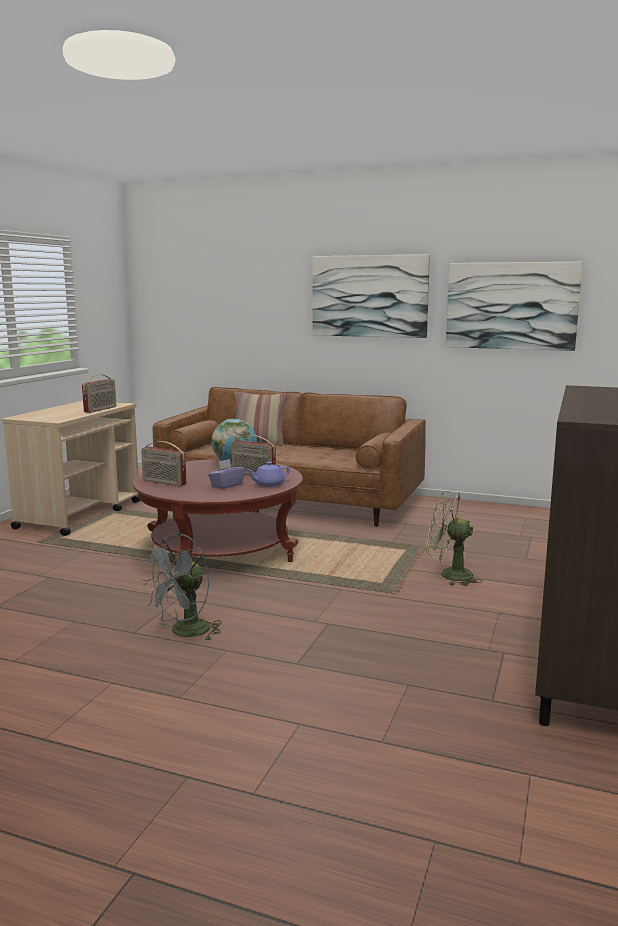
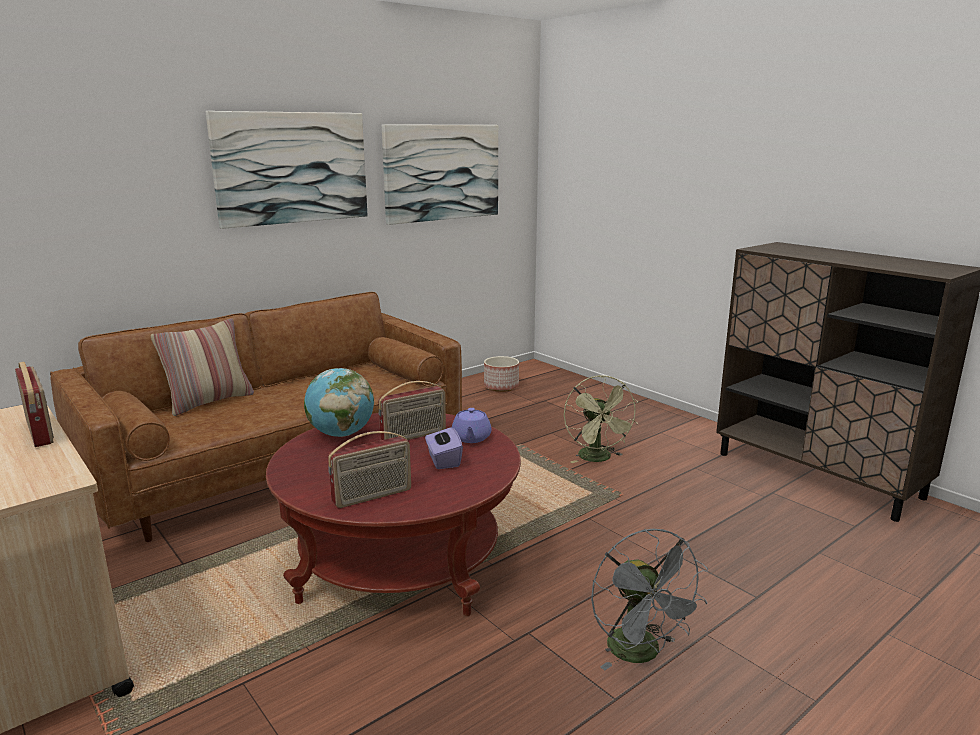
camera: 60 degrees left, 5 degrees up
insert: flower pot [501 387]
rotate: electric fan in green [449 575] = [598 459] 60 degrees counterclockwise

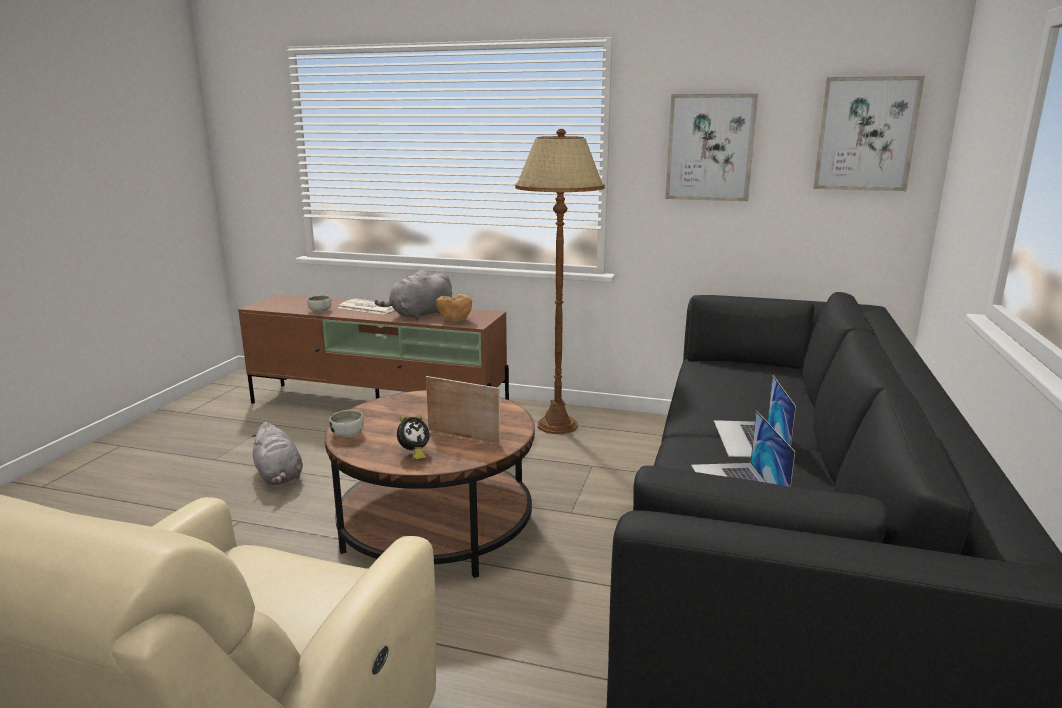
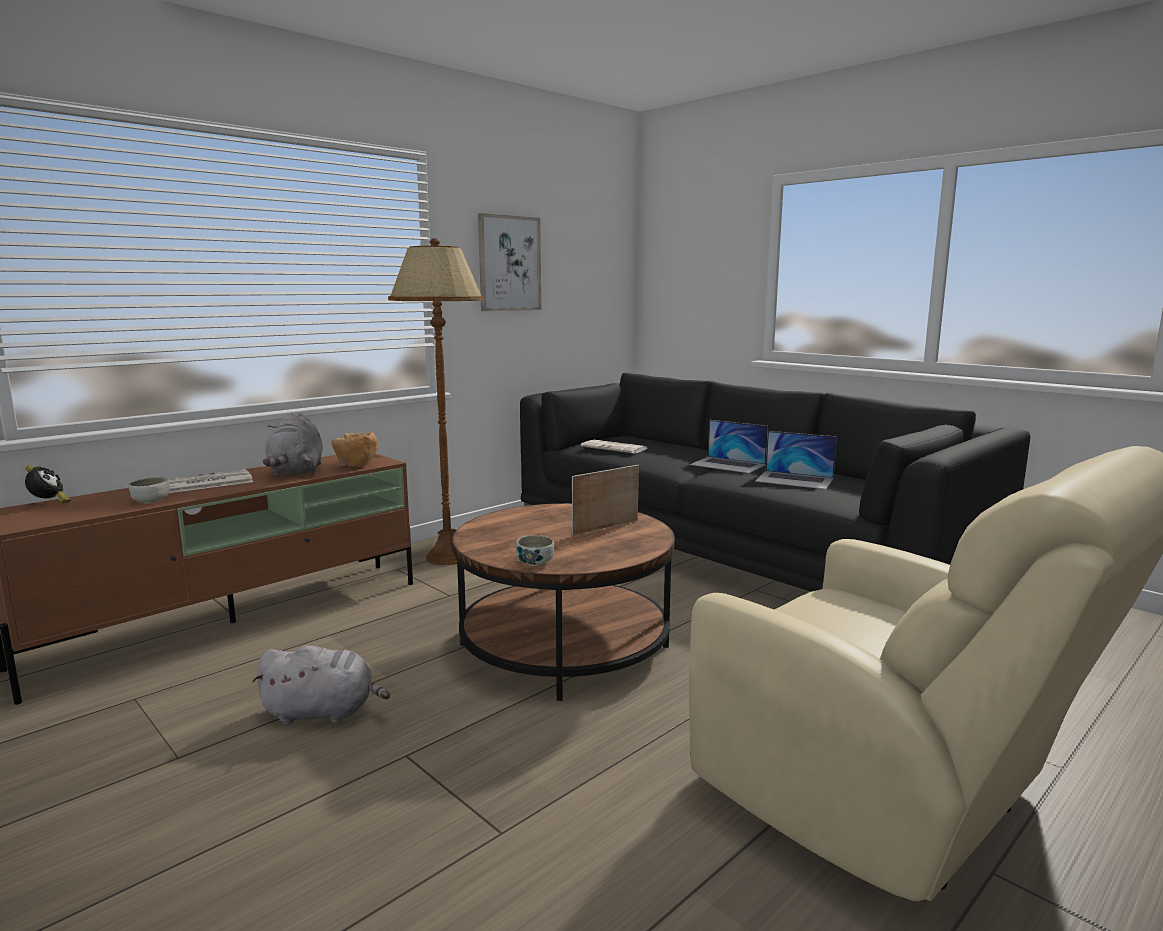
camera: 60 degrees left, 5 degrees down
delete: wall art [866 134]
insert: printed paper [615 448]
move: alarm clock [413 454] to [49 503]

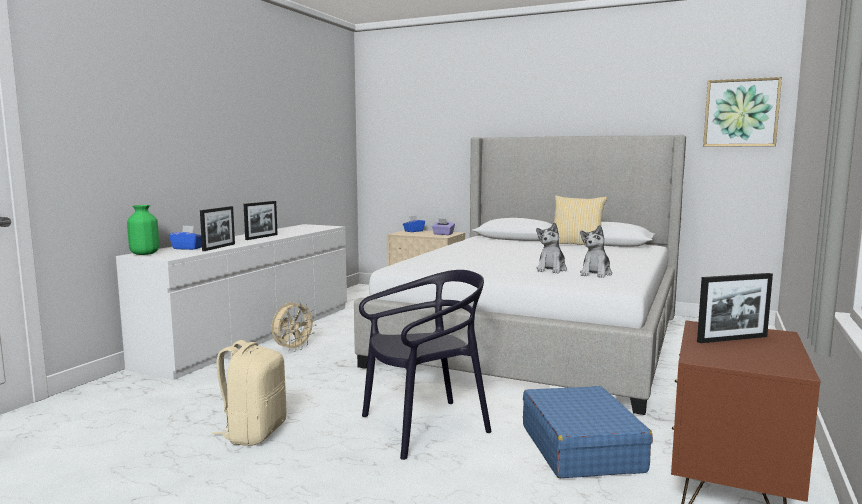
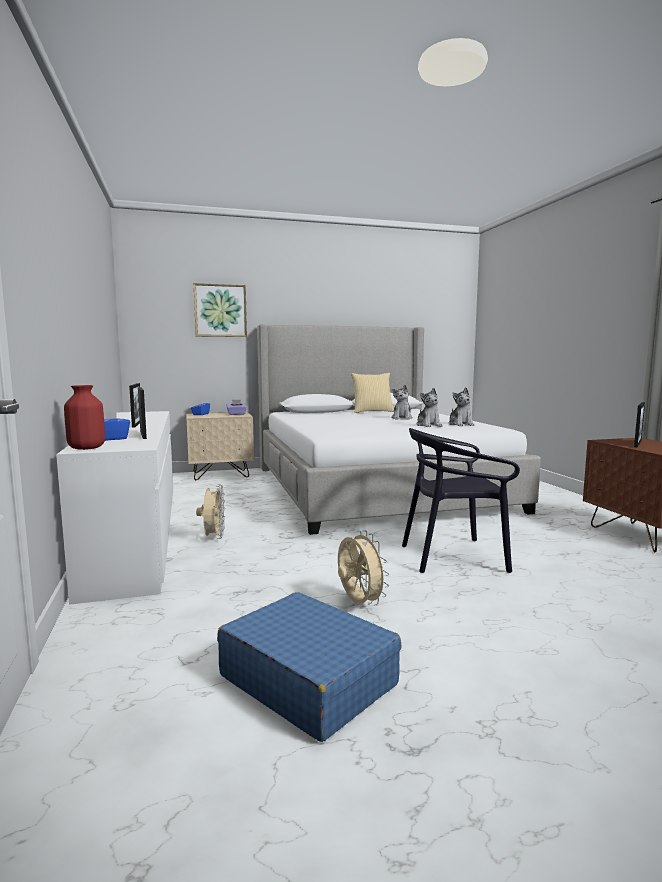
camera: 40 degrees left, 0 degrees up
insert: soft toy [402 418]
move: travel case in blue-coloured [581 448] to [307 679]; wall art [741 113] to [220 311]
replace: knapsack in sand-coloured [254 433] to electric fan in sand-coloured [358 603]
recolor: vase in green [144 254] to vase in red-coloured [86 448]
rotate: plain chair in black-coloured [424 427] = [453 557] 120 degrees counterclockwise

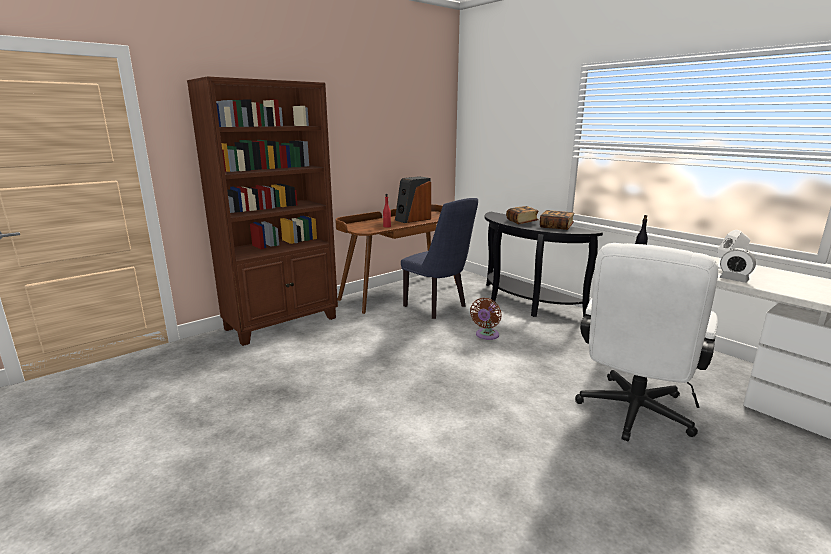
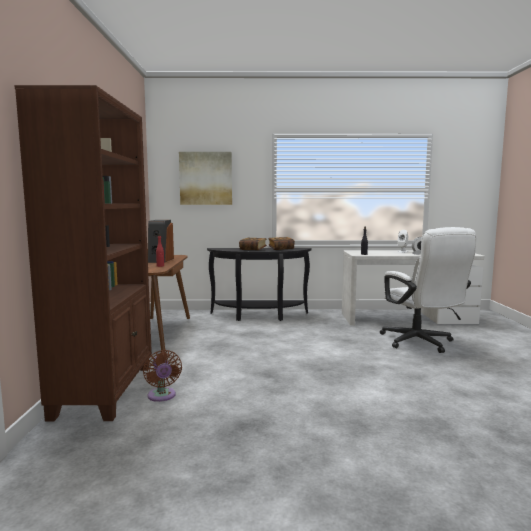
camera: 50 degrees left, 10 degrees down
delete: plain chair in blue-coloured [438 307]
insert: wall art [206 178]
move: electric fan in brown [486 335] to [162 396]

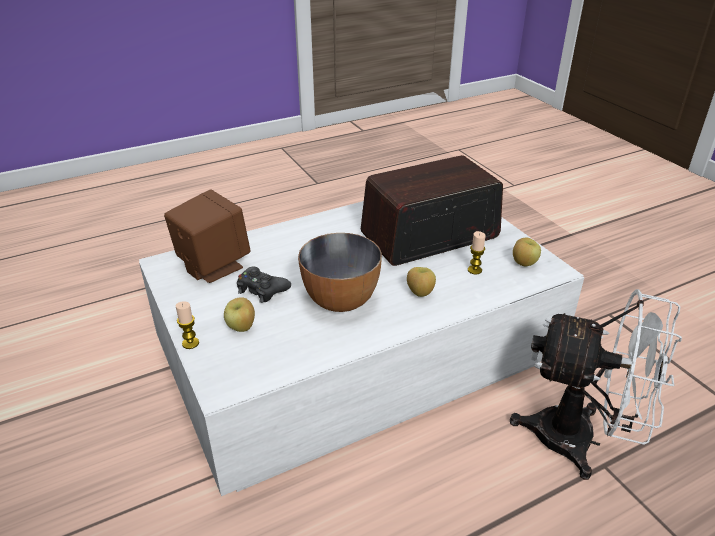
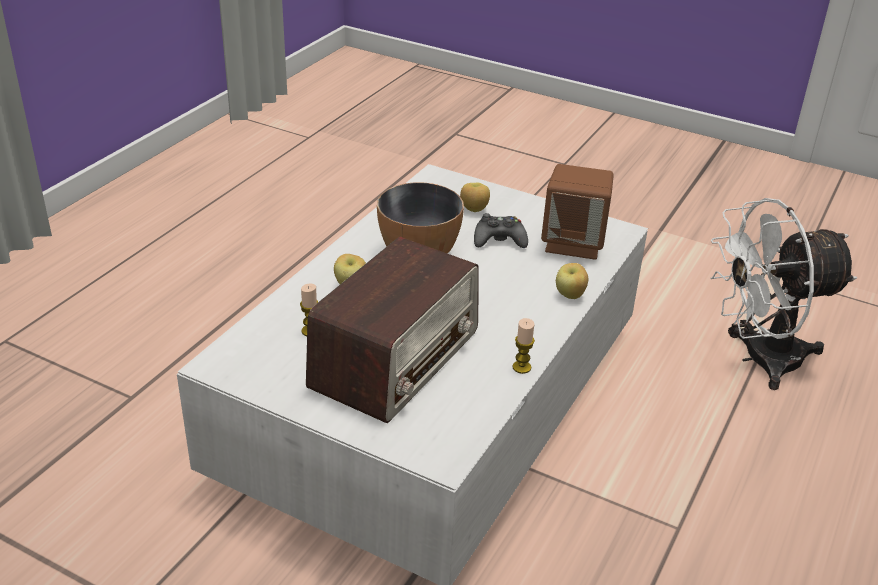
camera: 145 degrees right, 0 degrees up
move: wax candle [190 343] to [521 367]; electric fan in whitish [580 440] to [758 359]; whole apple [523 263] to [570 295]

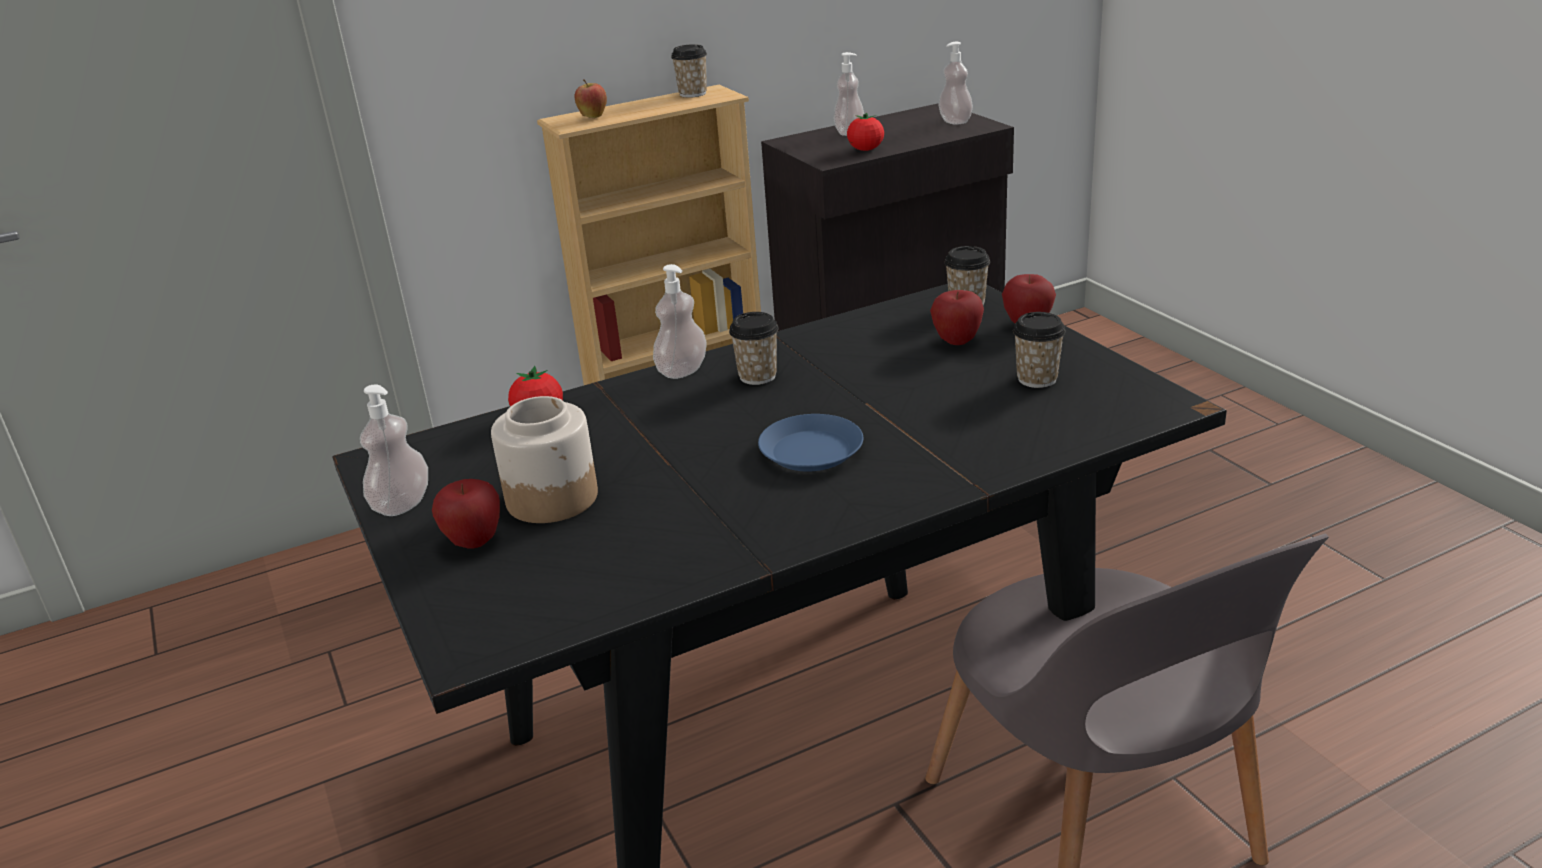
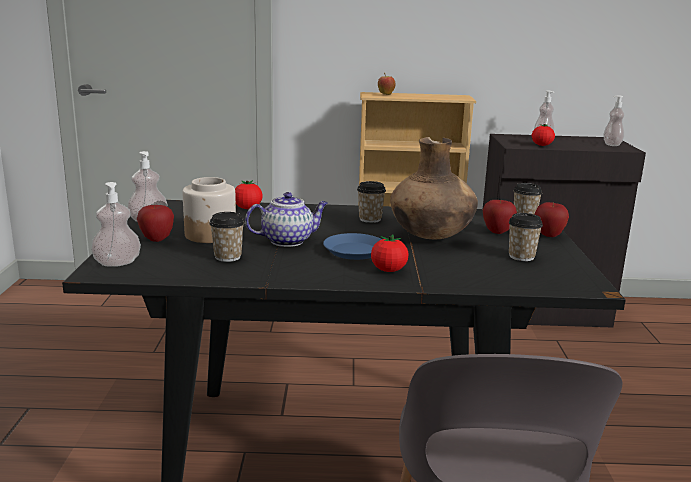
camera: 25 degrees right, 10 degrees down
insert: tea pot [288 240]; fresh tomato [388 270]; vase in brown [431 237]
move: liquid soap bottle [682 371] to [117 263]; drinking cup [693 94] to [228 257]

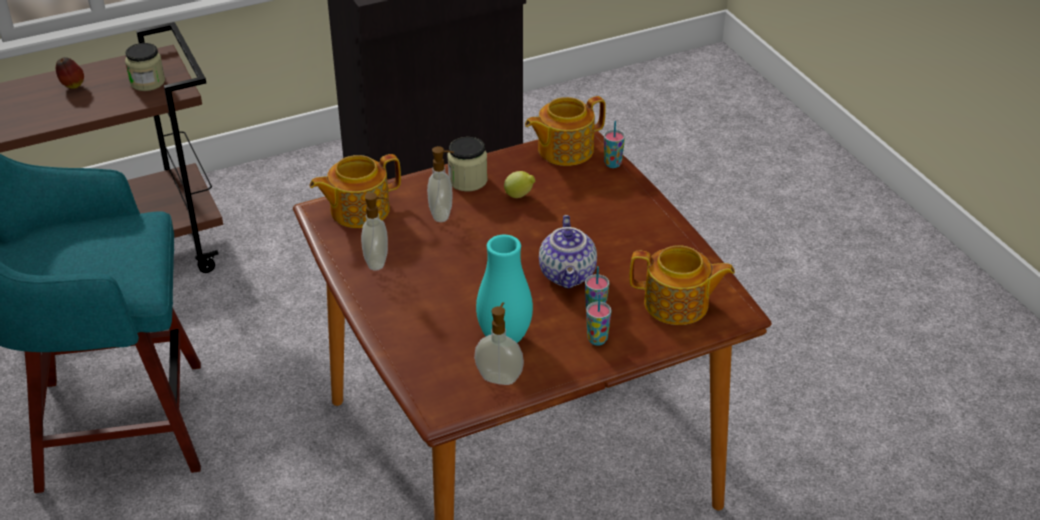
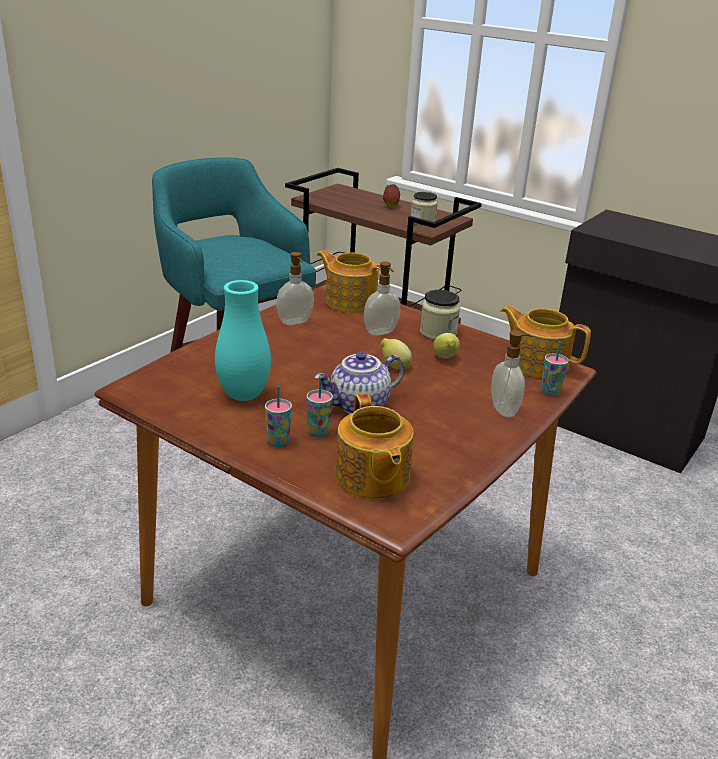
camera: 60 degrees right, 10 degrees down
insert: citrus fruit [394 366]
move: liquid soap bottle [499 377] to [505 410]

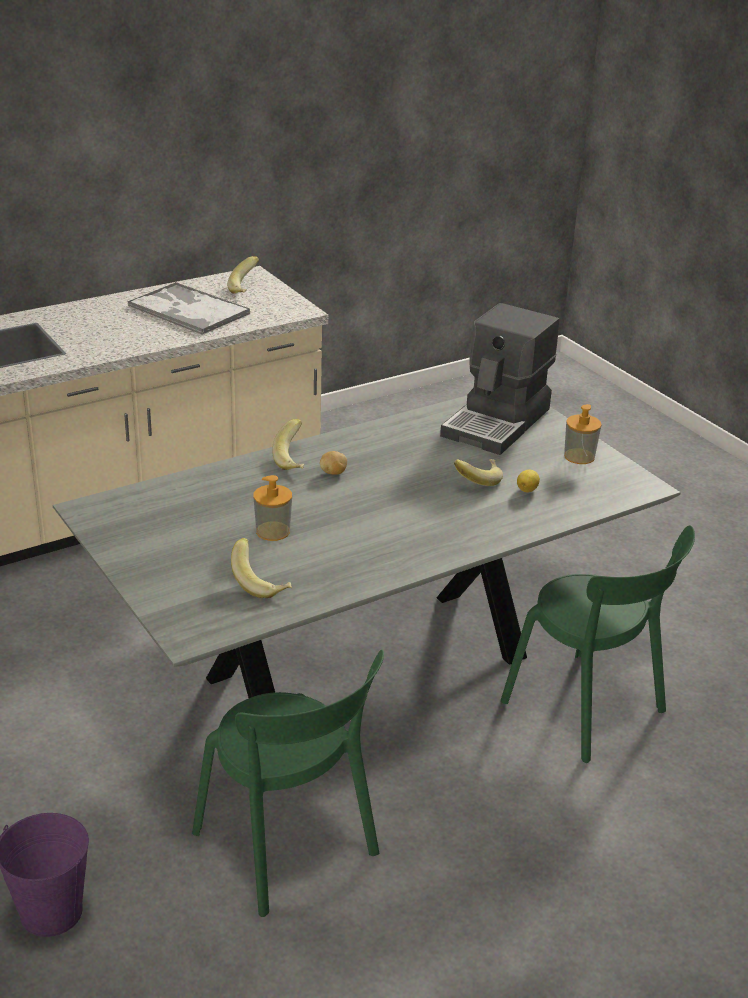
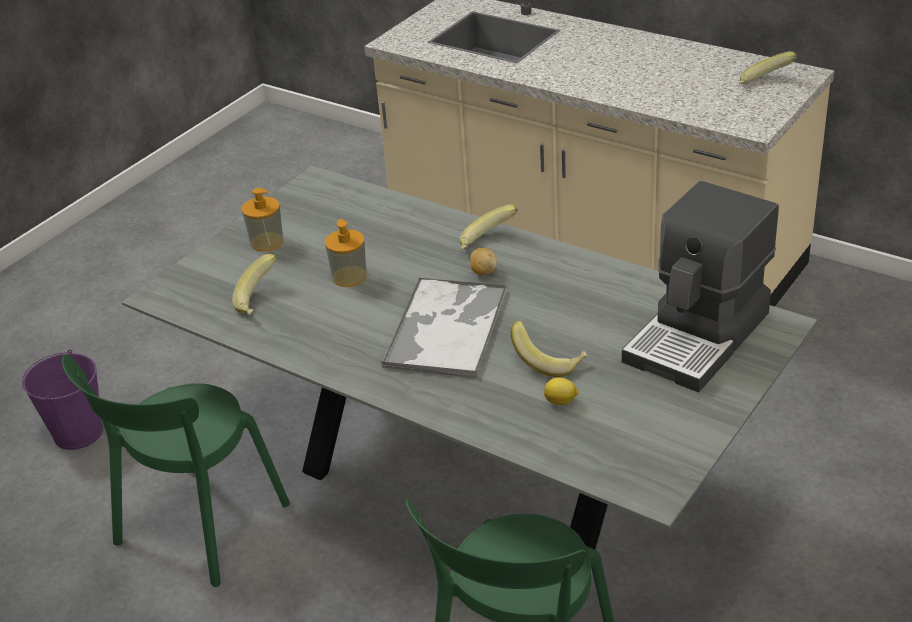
camera: 70 degrees right, 5 degrees up
move: serving tray [188 310] to [447 327]; liquid soap bottle [579 456] to [267 242]
rotate: coffee maker [498 422] = [699 337] 60 degrees counterclockwise

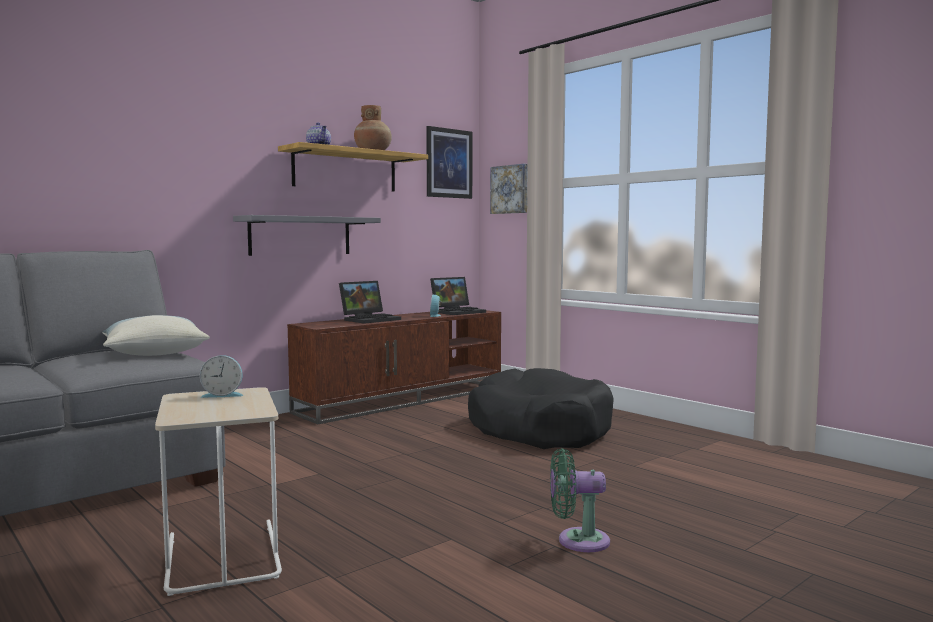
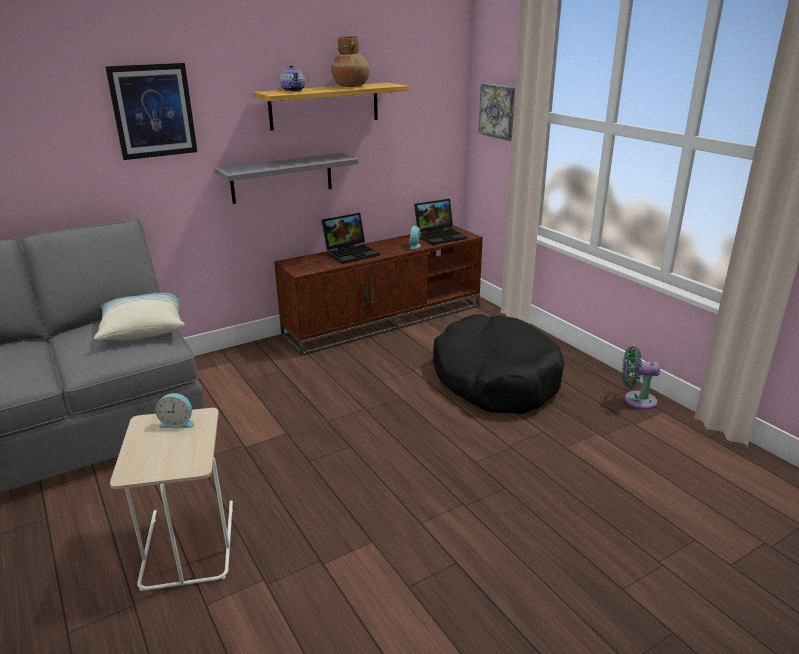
camera: 10 degrees right, 20 degrees up
move: wall art [449 163] to [153 111]; electric fan in green [577 541] to [636 400]

